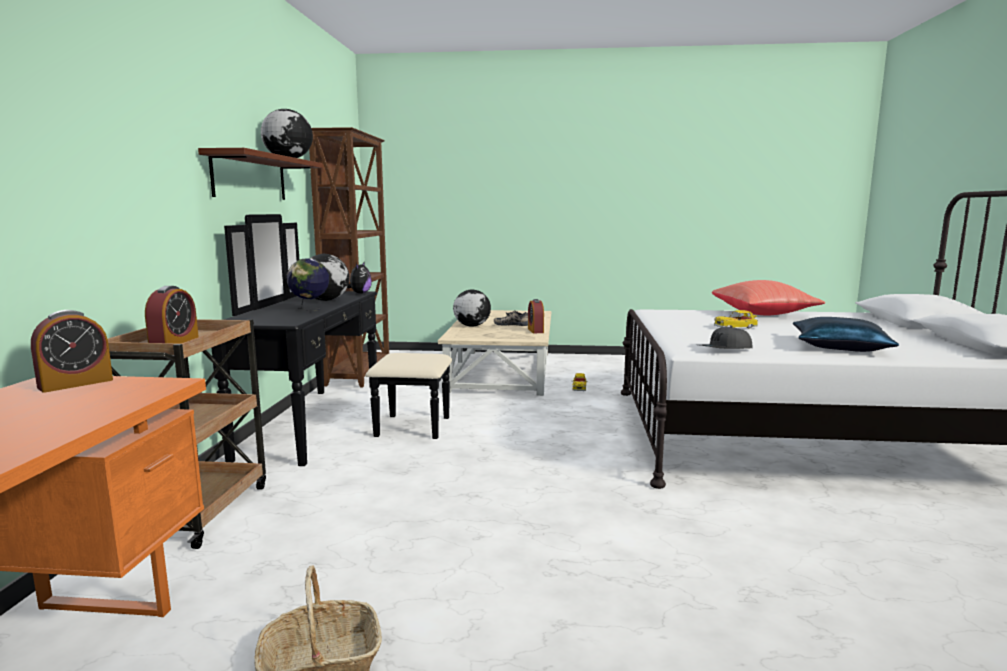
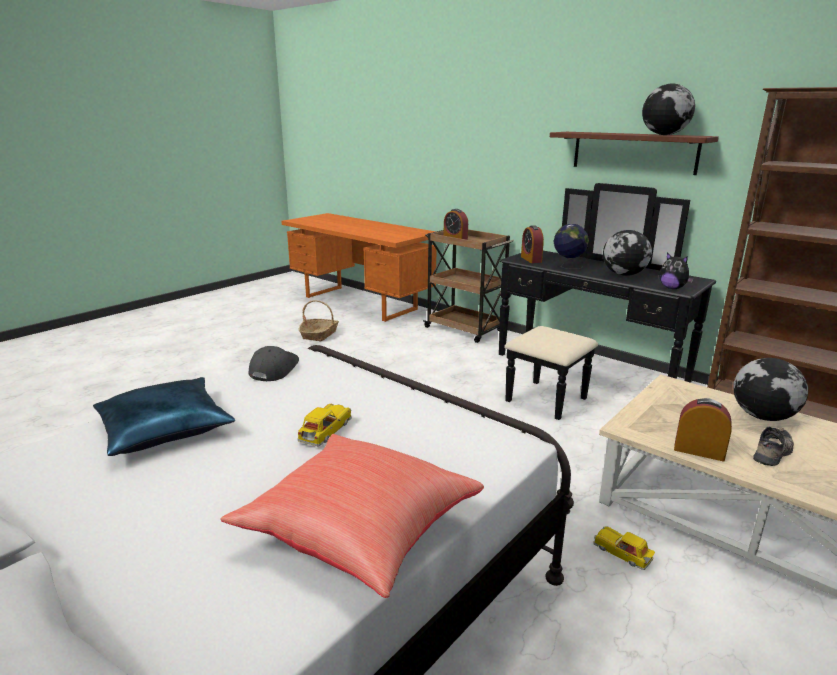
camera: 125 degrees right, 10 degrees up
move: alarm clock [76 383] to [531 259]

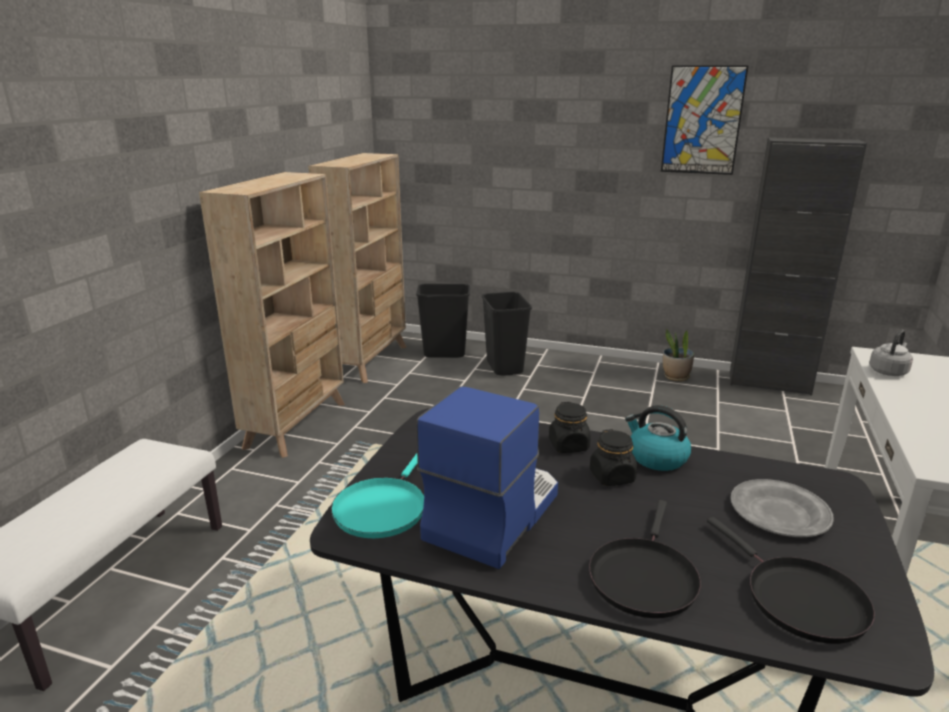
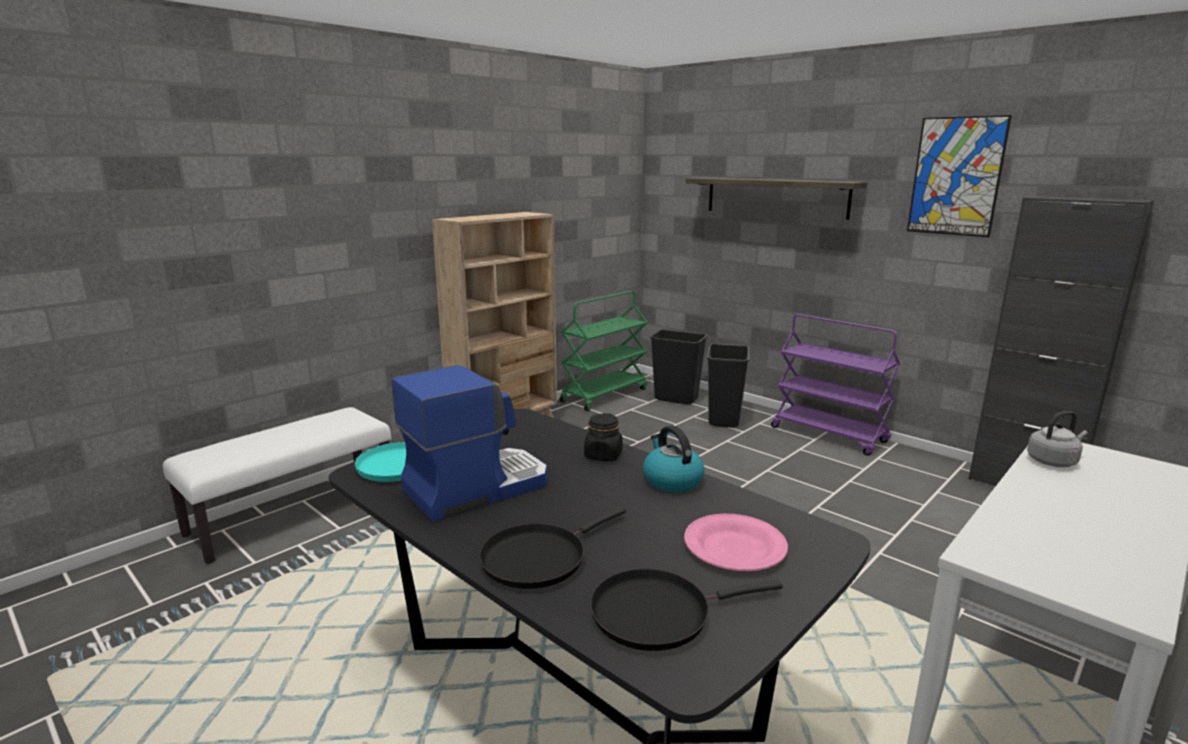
camera: 25 degrees right, 5 degrees down
delete: preserve jar in black-coloured [612 477]; plant in a pot [675 377]
insert: wall shelf [775 197]; trolley in purplish [829 435]
replace: shelving unit in sand-coloured [370 361] to trolley in green [604 395]
recolor: flat dish in gray [779 513] to flat dish in pink [734 548]
rotate: pan in black-coloured [799 599] = [657 613] 75 degrees clockwise

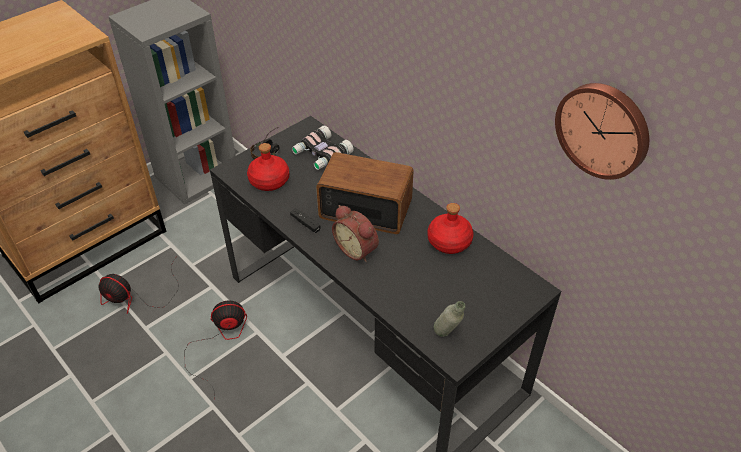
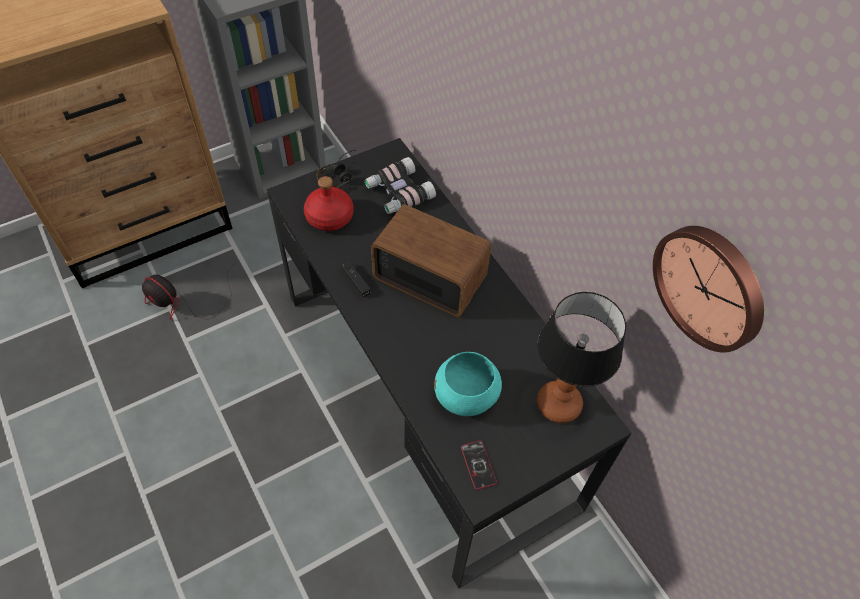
camera: 10 degrees right, 10 degrees up
delete: electric fan [220 341]; alarm clock [357 249]; drink bottle in red-coloured [449 241]
insert: deep dish in blue-green [466 396]; table lamp [558 405]
replace: drink bottle in gray [447 337] to telephone [478 465]

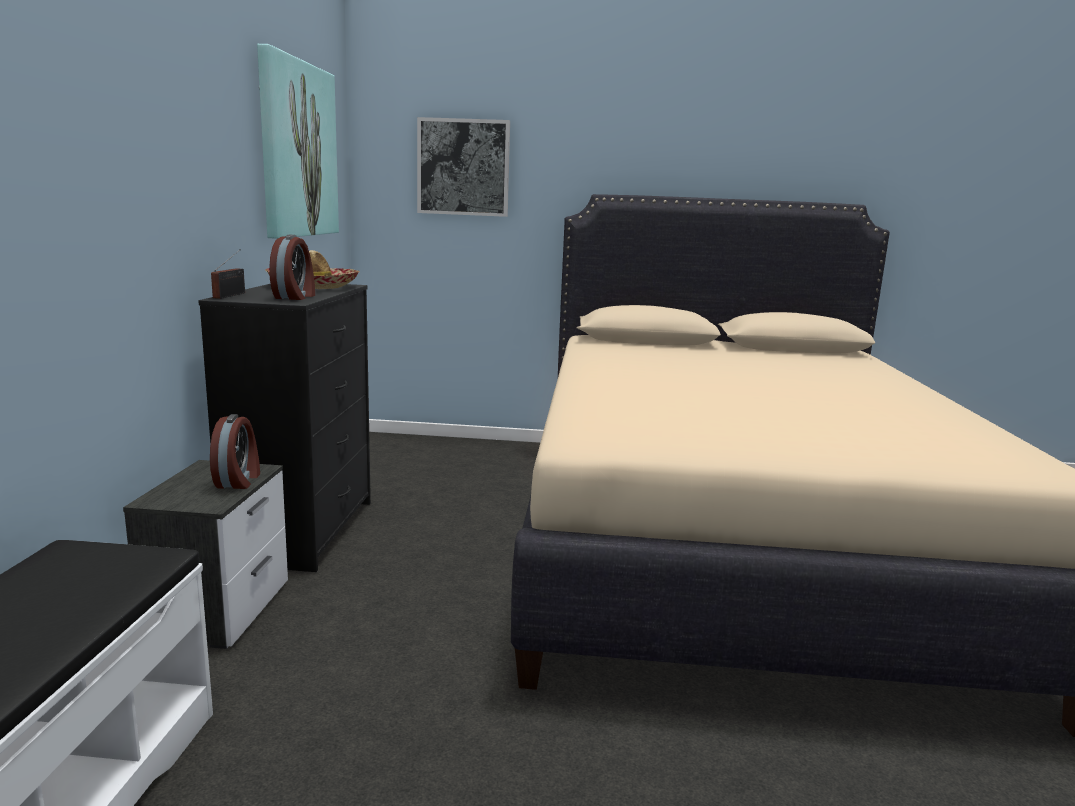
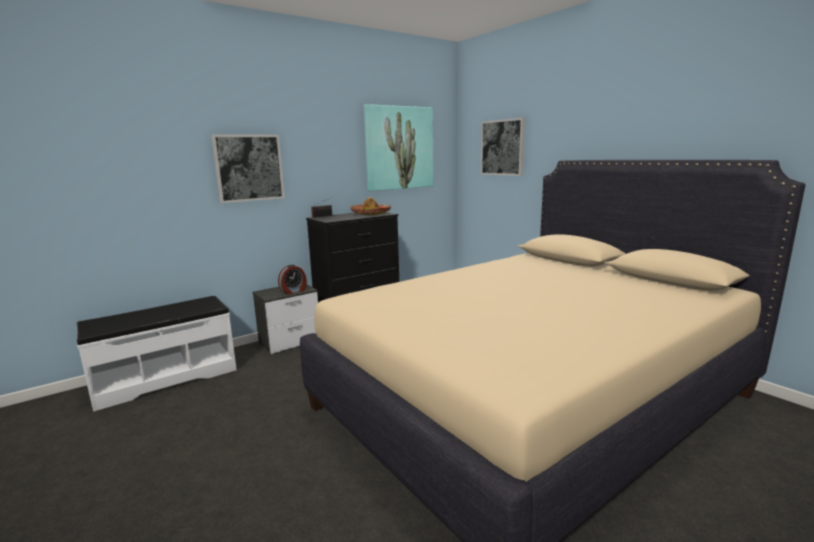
camera: 50 degrees right, 0 degrees up
delete: alarm clock [295 297]
insert: wall art [249 168]

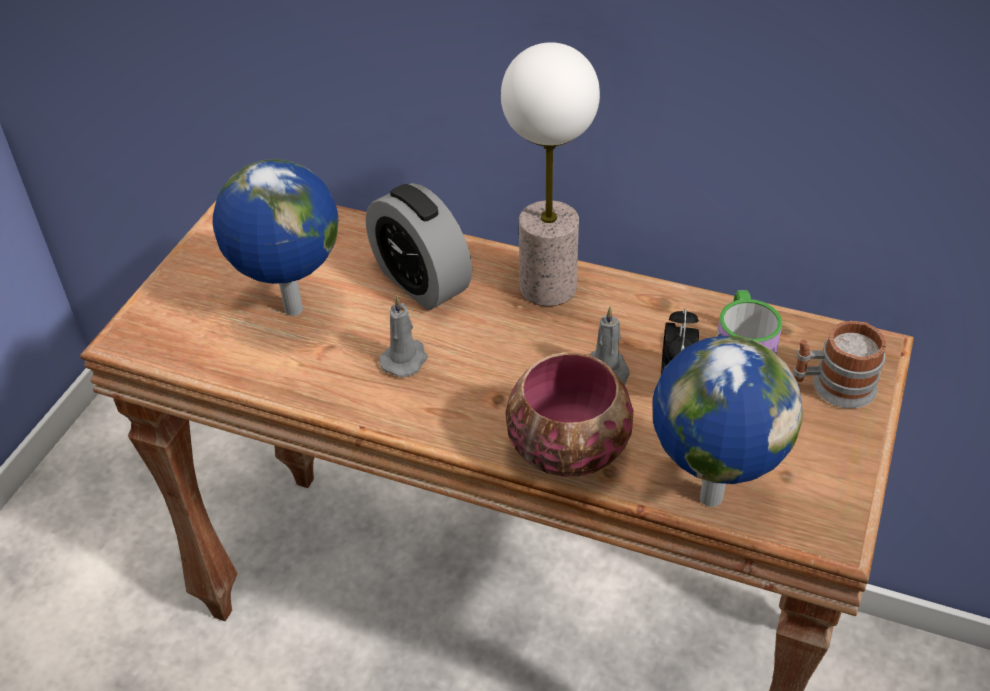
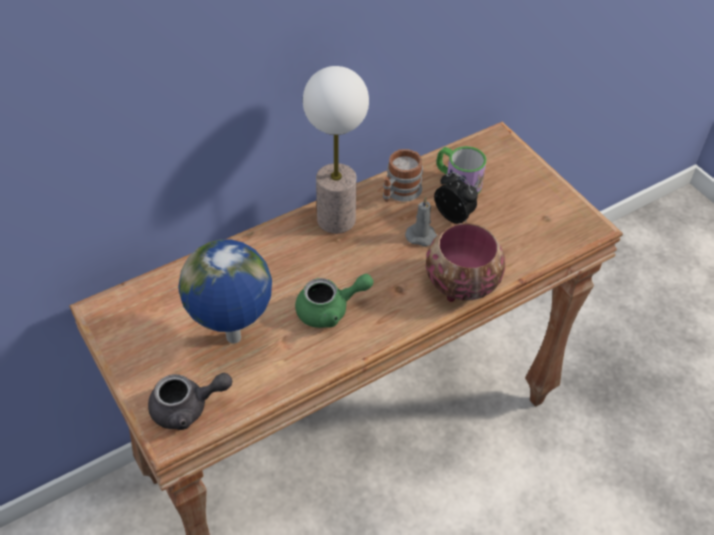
camera: 55 degrees left, 5 degrees up
delete: alarm clock [421 282]; globe [708 496]
insert: tea pot in gray [187 408]
move: tea mug [833 386] to [399 193]
replace: wax candle in gray [405 359] to tea pot in green [330 310]

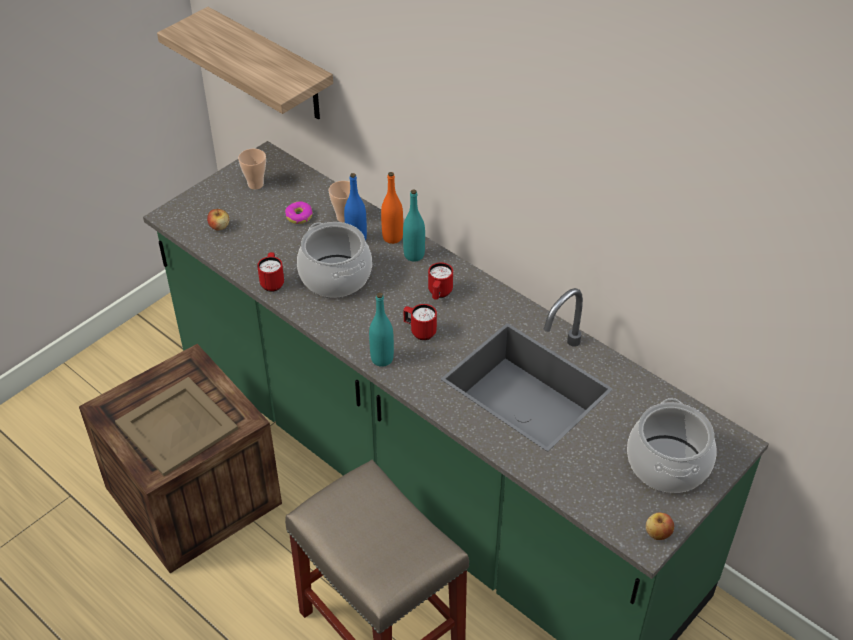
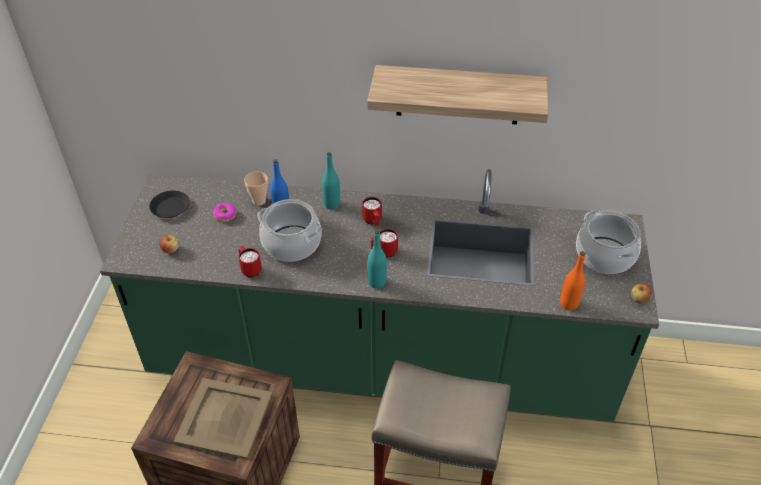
camera: 35 degrees left, 0 degrees up
move: wall shelf [271 66] to [458 95]; drink bottle in orange [392 237] to [569 303]
replace: drinking cup [255 184] to flat dish in black-coloured [170 207]

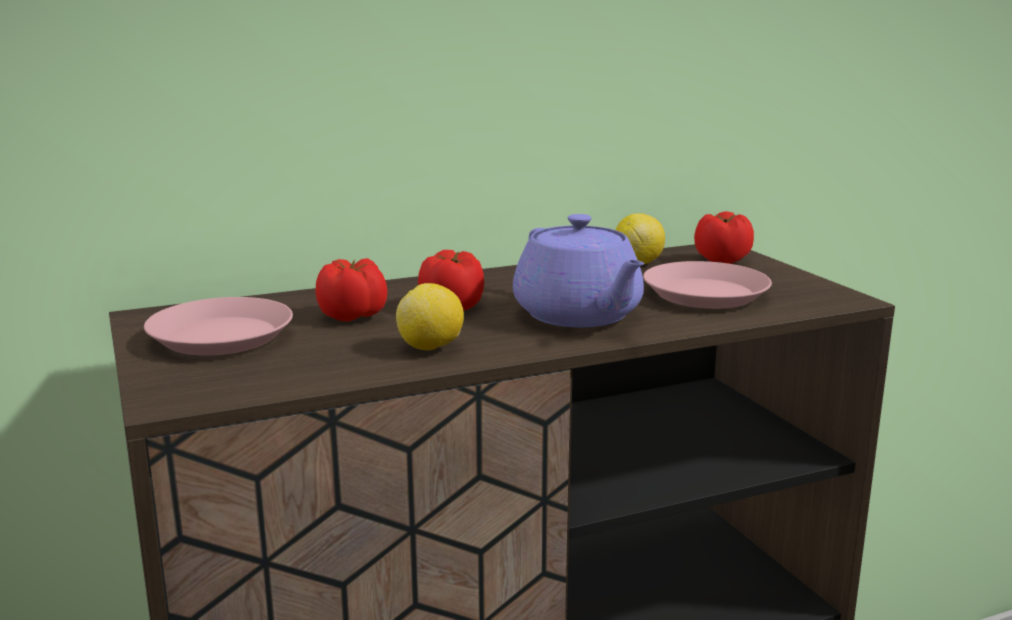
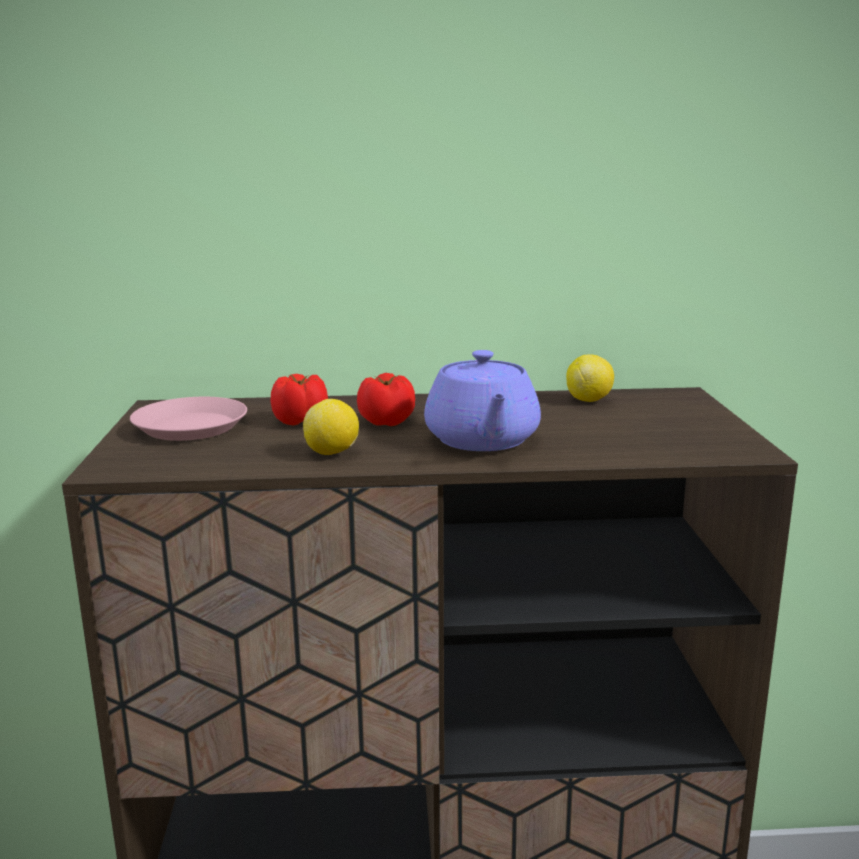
camera: 20 degrees right, 0 degrees up
delete: flat dish in pink [705 294]; fresh tomato [723 260]

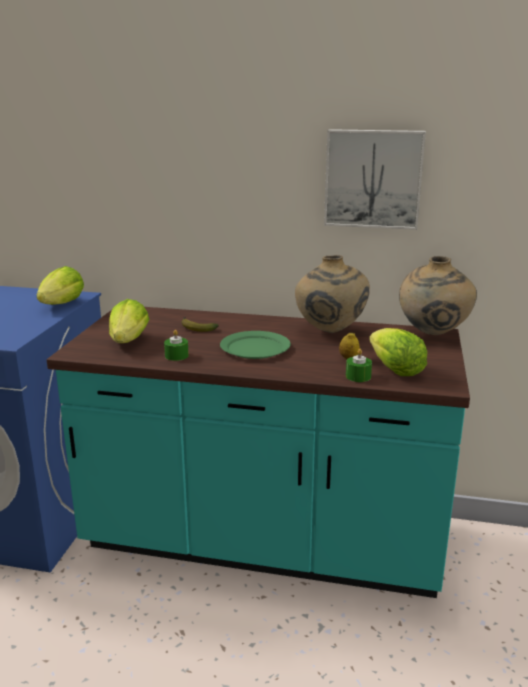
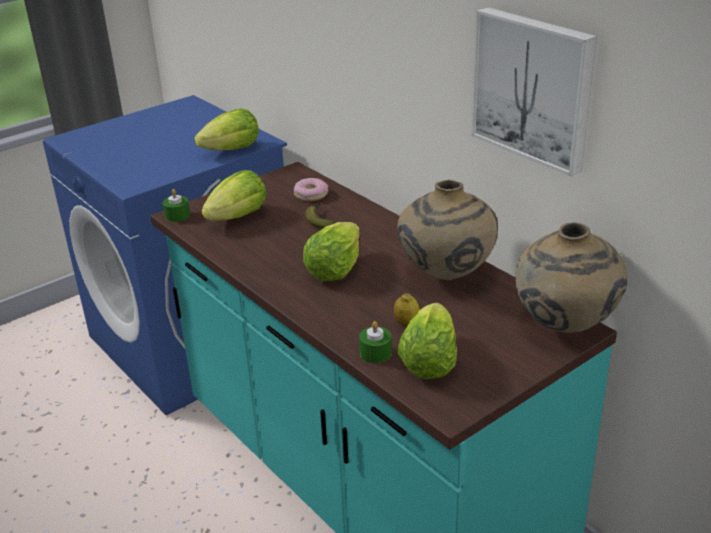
camera: 40 degrees right, 10 degrees up
insert: ring doughnut [311 194]
move: wax candle in green [176 356] to [177 215]
replace: flat dish in green [255 348] to head of lettuce [334 270]

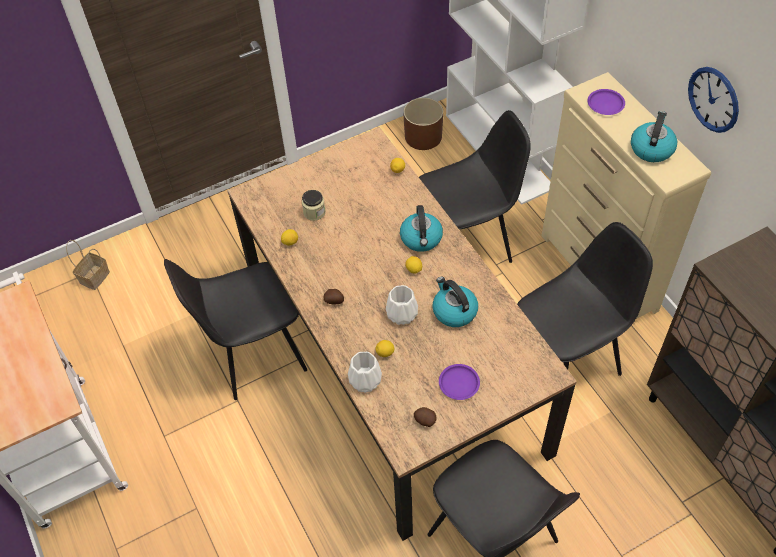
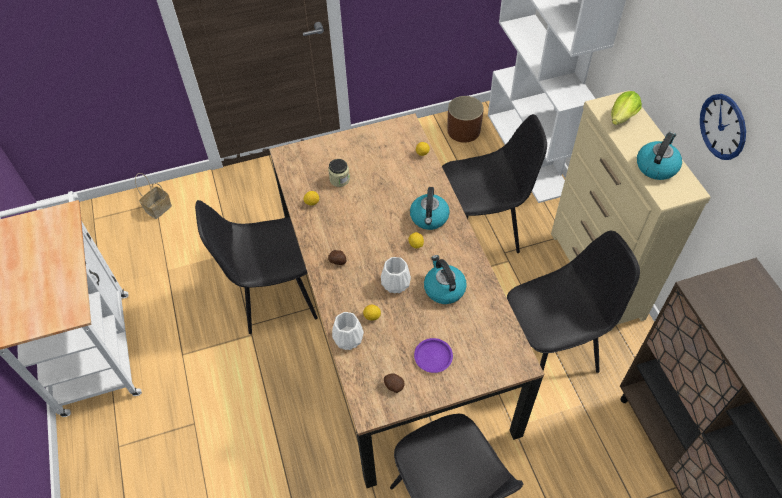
camera: 10 degrees right, 0 degrees up
replace: flat dish in purplish [606 104] to head of lettuce [621 119]

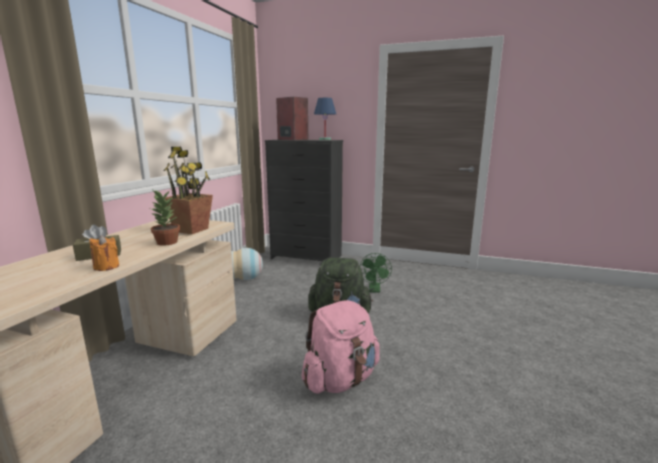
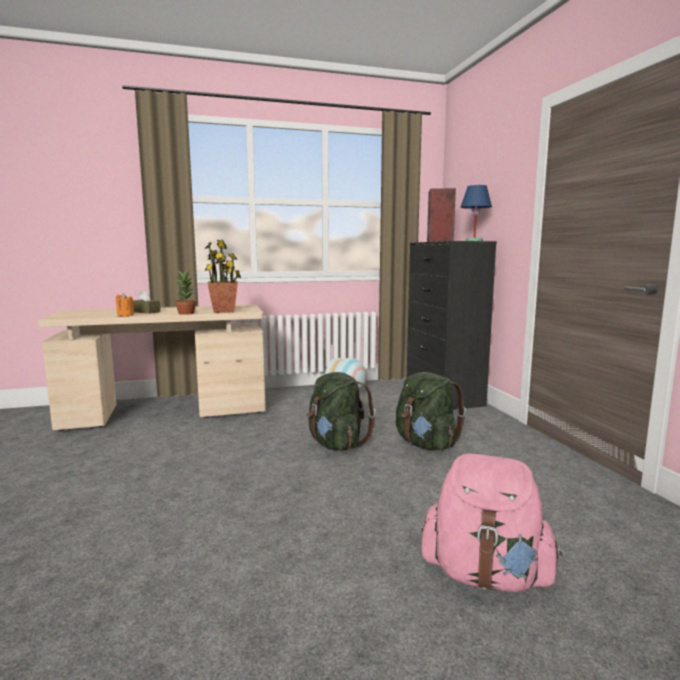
camera: 55 degrees right, 5 degrees down
move: knapsack in pink [340 379] to [485 575]
replace: electric fan in green [375 290] to knapsack in green [426 444]

